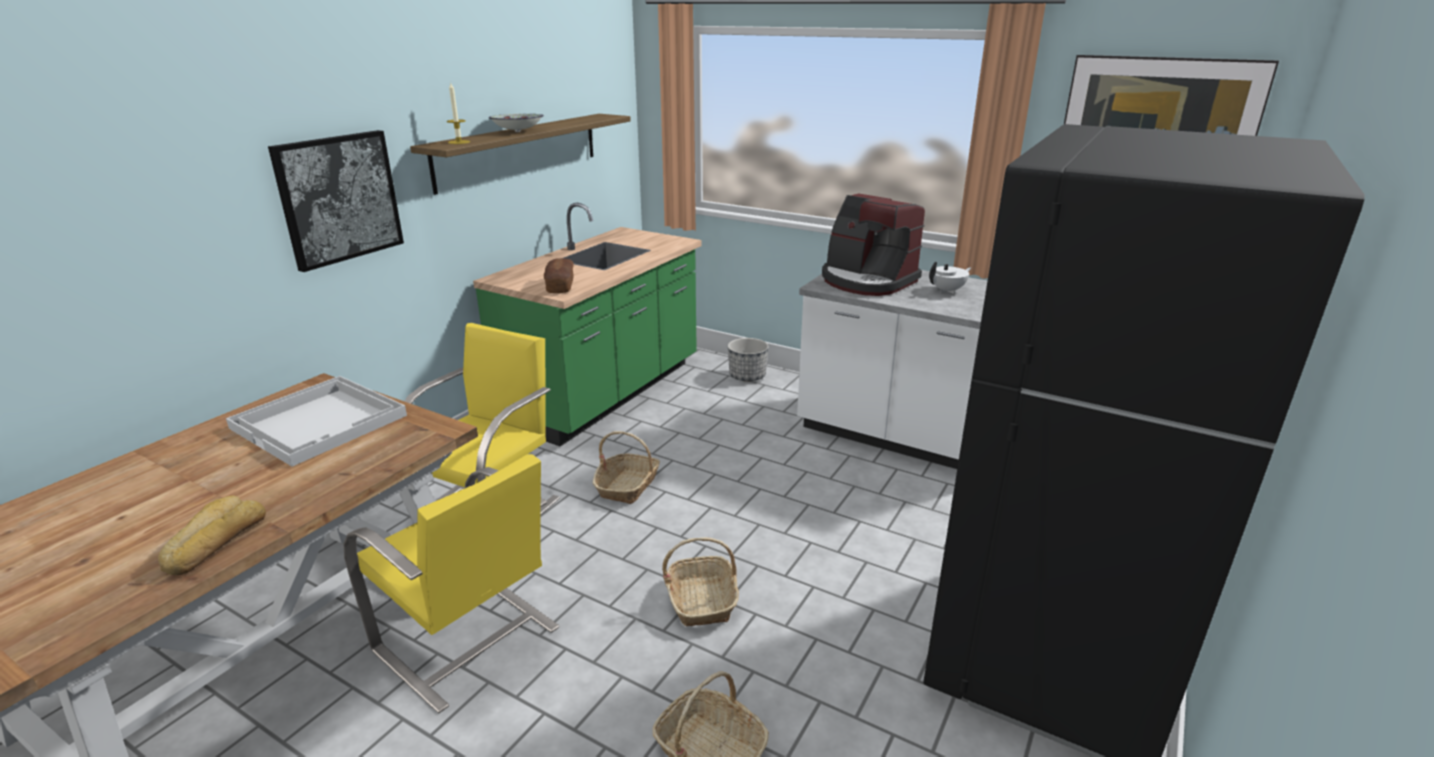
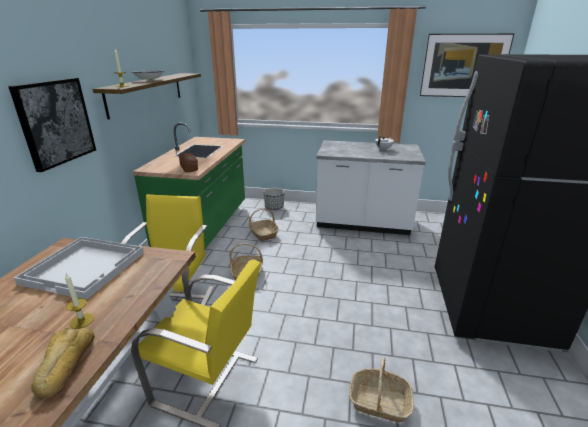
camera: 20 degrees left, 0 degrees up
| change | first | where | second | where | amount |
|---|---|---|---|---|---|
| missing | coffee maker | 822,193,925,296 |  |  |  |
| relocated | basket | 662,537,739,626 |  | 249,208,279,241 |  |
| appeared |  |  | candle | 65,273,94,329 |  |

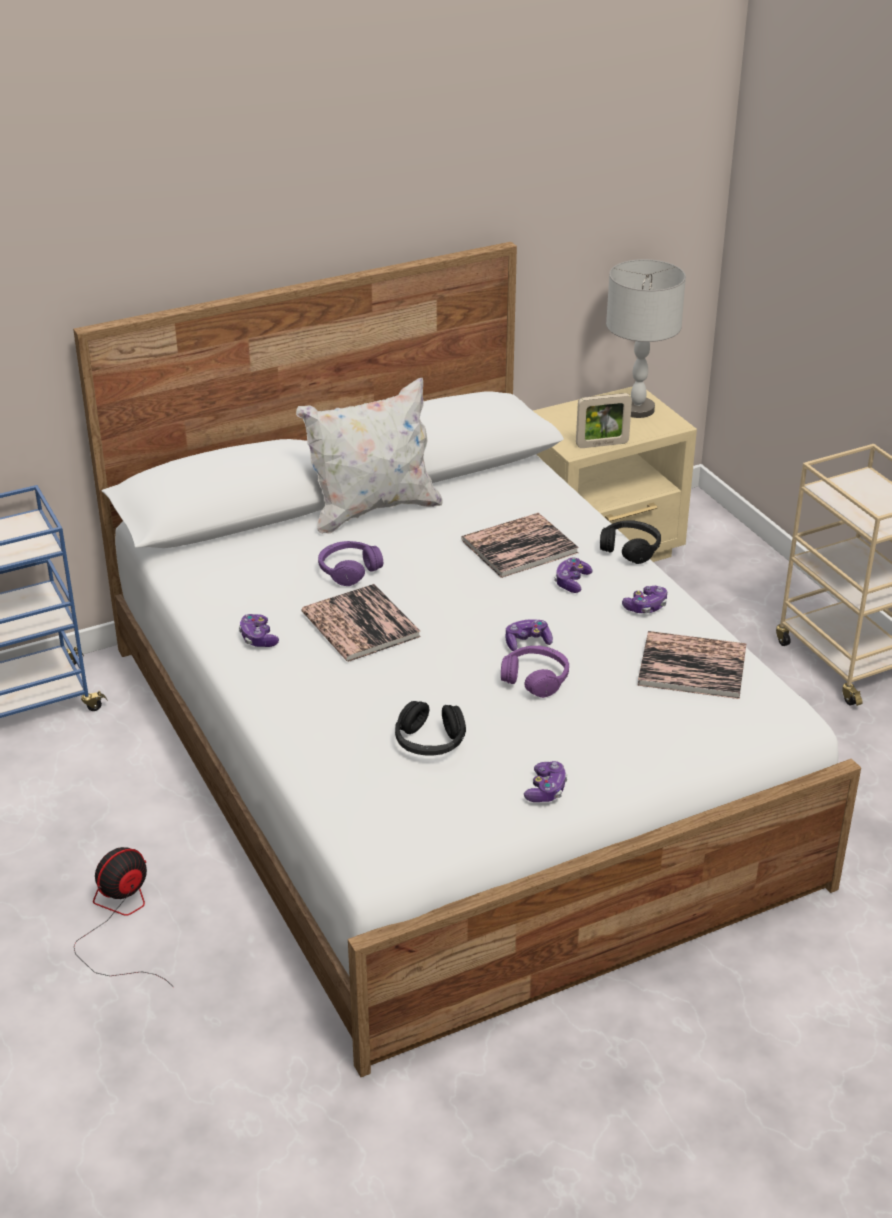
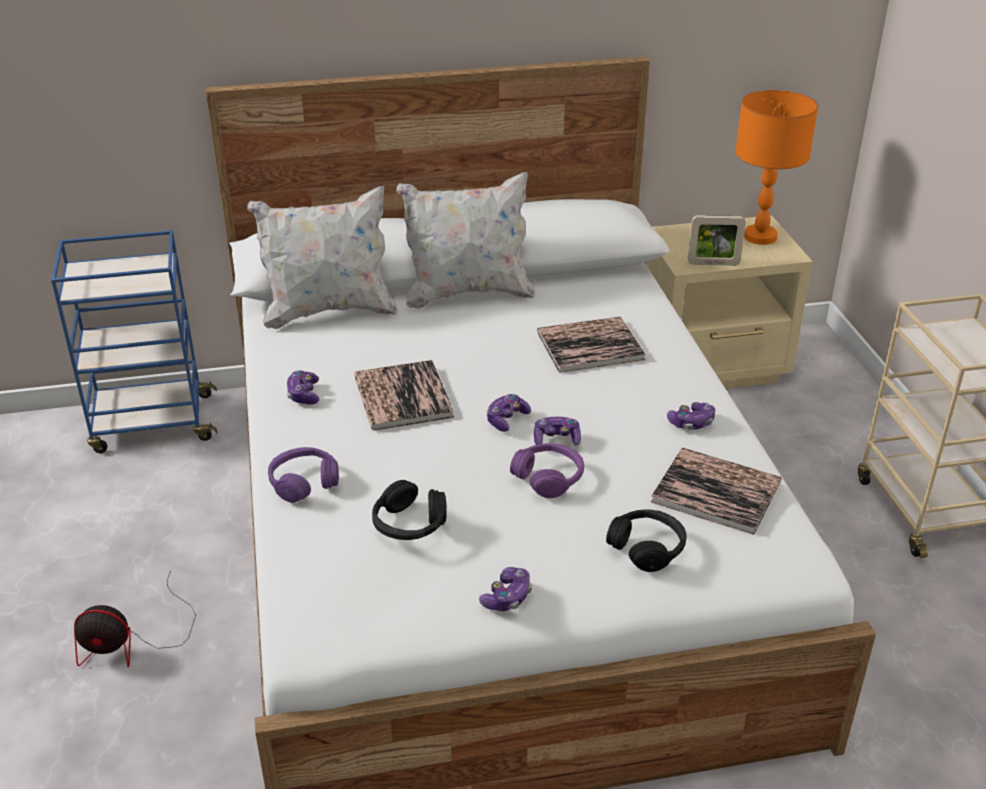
camera: 15 degrees right, 0 degrees up
| change | first | where | second | where | amount |
|---|---|---|---|---|---|
| colour | tabletop lamp (grey) | 606,259,686,418 | tabletop lamp (orange) | 735,90,818,245 |  |
| relocated | pair of headphones (blackish) | 600,521,661,564 |  | 606,509,686,572 |  |
| relocated | pair of headphones (purplish) | 318,541,383,586 |  | 268,447,339,503 |  |
| relocated | joypad | 554,557,593,593 |  | 486,394,531,432 |  |
| spun | electric fan | 74,847,173,987 |  | 74,571,196,667 | 150 degrees counterclockwise |
| appeared |  |  | pillow (white-coloured) | 247,186,398,329 |  |

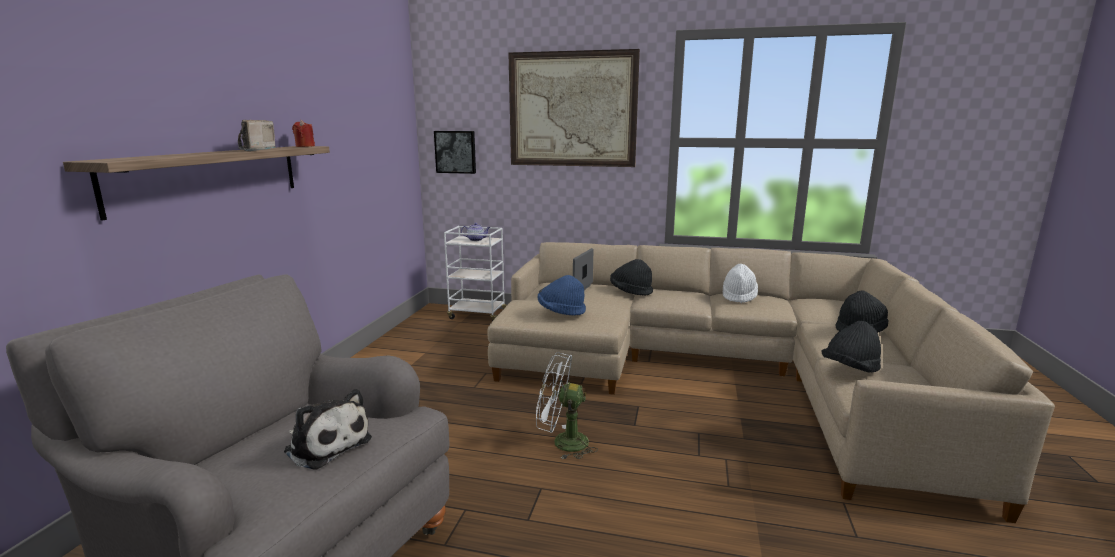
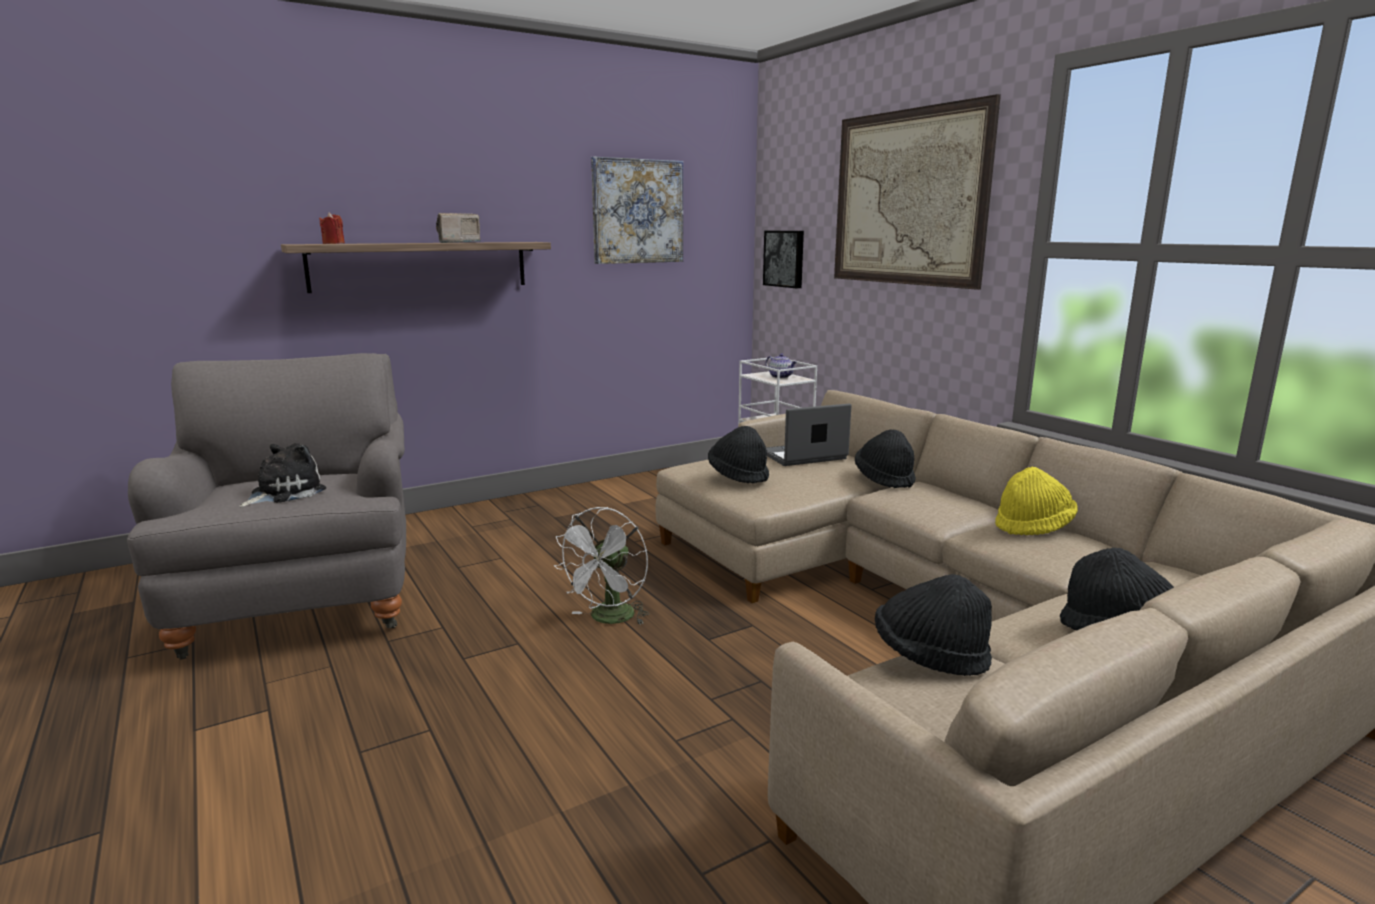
camera: 45 degrees right, 0 degrees up
| change | first | where | second | where | amount |
|---|---|---|---|---|---|
| relocated | candle (red-coloured) | 292,120,315,147 |  | 319,212,345,244 |  |
| colour | wearable hat (white-coloured) | 723,264,758,303 | wearable hat (yellowish) | 995,467,1078,535 |  |
| colour | wearable hat (blue) | 538,275,586,315 | wearable hat (blackish) | 708,426,769,484 |  |
| spun | electric fan (white-coloured) | 536,352,598,459 |  | 554,507,649,625 | 120 degrees counterclockwise |
| spun | cuddly toy | 284,389,372,470 |  | 239,443,326,507 | 135 degrees counterclockwise |
| appeared |  |  | wall art | 591,157,683,264 |  |

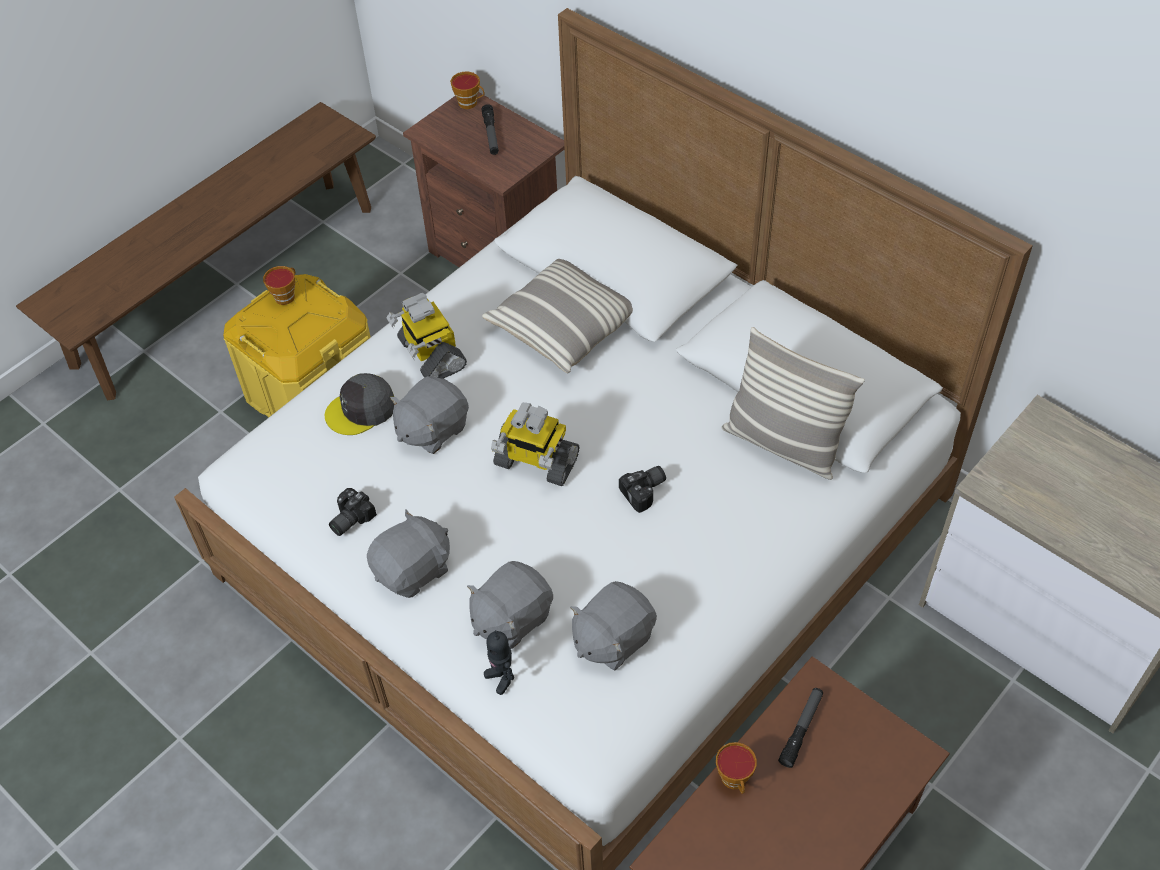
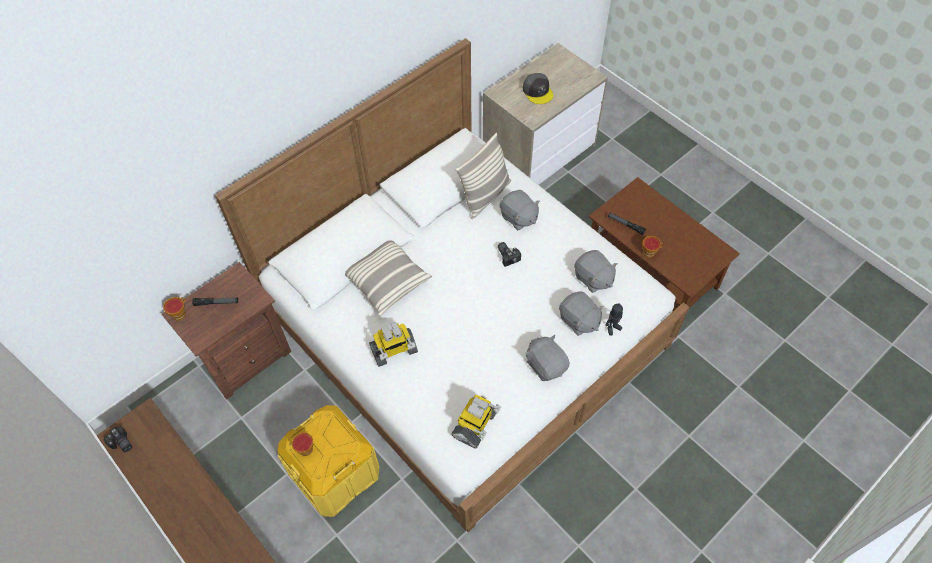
camera: 85 degrees left, 5 degrees up
| change | first | where | second | where | amount |
|---|---|---|---|---|---|
| relocated | cap (grey) | 325,373,394,435 |  | 523,73,553,104 |  |
| relocated | cuddly toy (grey) | 390,376,469,454 |  | 500,190,540,230 |  |
| relocated | toy robot | 491,403,579,486 |  | 451,395,501,448 |  |
| relocated | still camera | 329,488,377,536 |  | 103,426,132,452 |  |

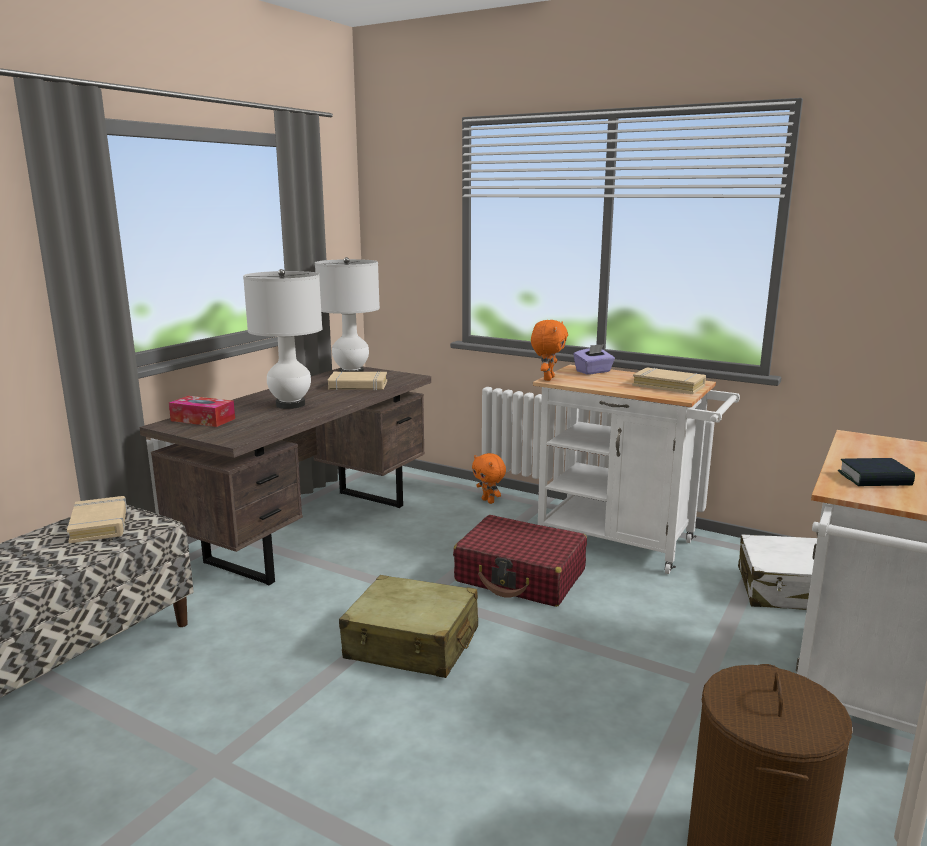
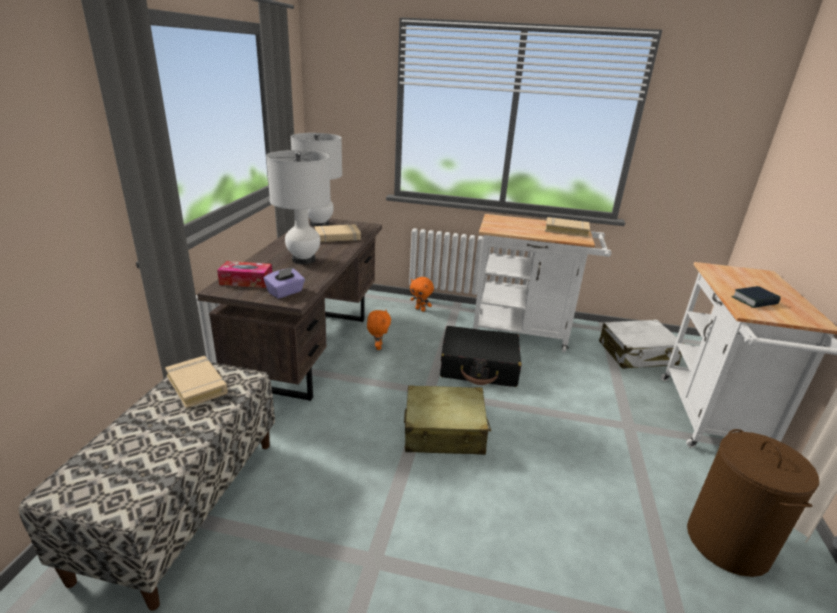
camera: 20 degrees left, 10 degrees up
| change | first | where | second | where | amount |
|---|---|---|---|---|---|
| relocated | cuddly toy (orange) | 531,320,568,381 |  | 367,310,391,350 |  |
| relocated | tissue box (purplish) | 573,344,615,375 |  | 263,267,305,299 |  |
| colour | suitcase (red-coloured) | 453,515,587,607 | suitcase (blackish) | 440,326,521,387 |  |

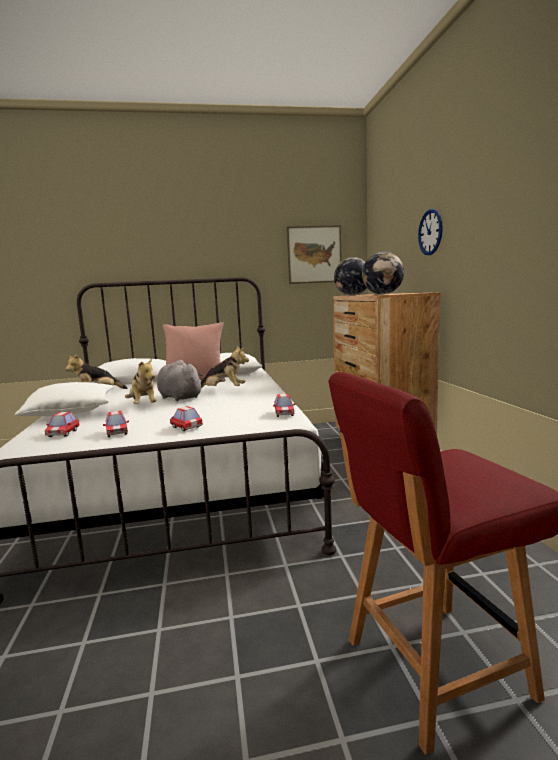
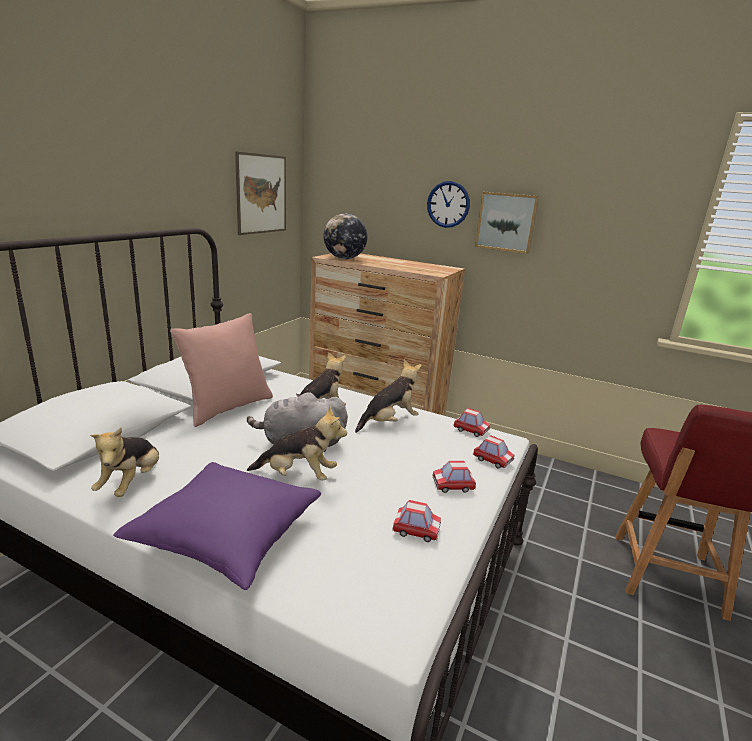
camera: 55 degrees left, 10 degrees up
| change | first | where | second | where | amount |
|---|---|---|---|---|---|
| missing | globe | 362,252,404,294 |  |  |  |
| colour | pillow (white-coloured) | 15,382,114,416 | pillow (purplish) | 113,462,321,590 |  |
| relocated | miniature car | 45,412,80,437 |  | 473,435,514,469 |  |
| appeared |  |  | wall art | 475,192,539,254 |  |
| appeared |  |  | cuddly toy | 355,360,421,433 |  |

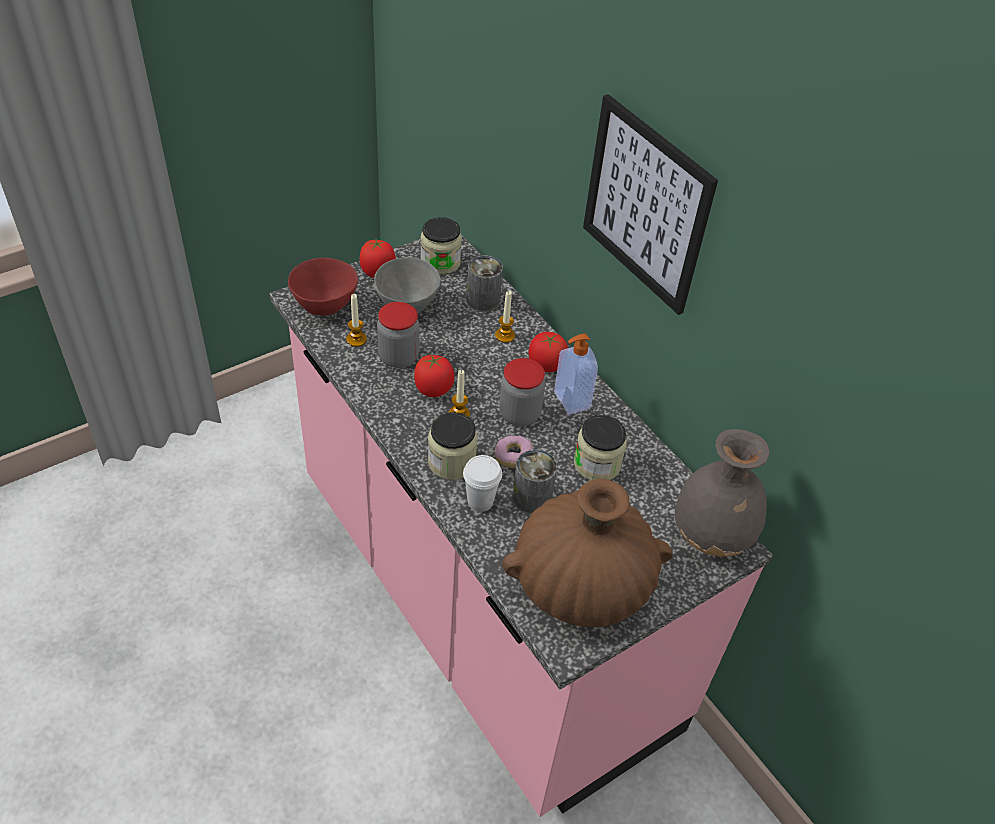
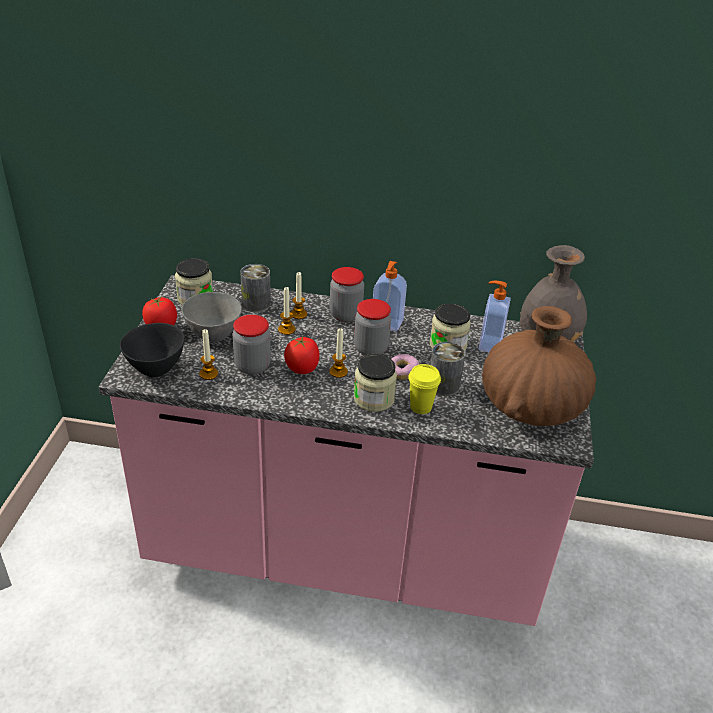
camera: 45 degrees left, 10 degrees down
| change | first | where | second | where | amount |
|---|---|---|---|---|---|
| missing | wall art | 583,94,718,315 |  |  |  |
| colour | bowl (red-coloured) | 288,258,358,316 | bowl (blackish) | 120,323,185,378 |  |
| exchanged | fresh tomato | 529,332,568,372 | jar | 330,267,364,322 |  |
| colour | small cup (white-coloured) | 463,455,502,512 | small cup (yellowish) | 408,364,441,414 |  |
| appeared |  |  | soap dispenser | 479,281,511,352 |  |
| appeared |  |  | candle | 278,287,295,335 |  |

